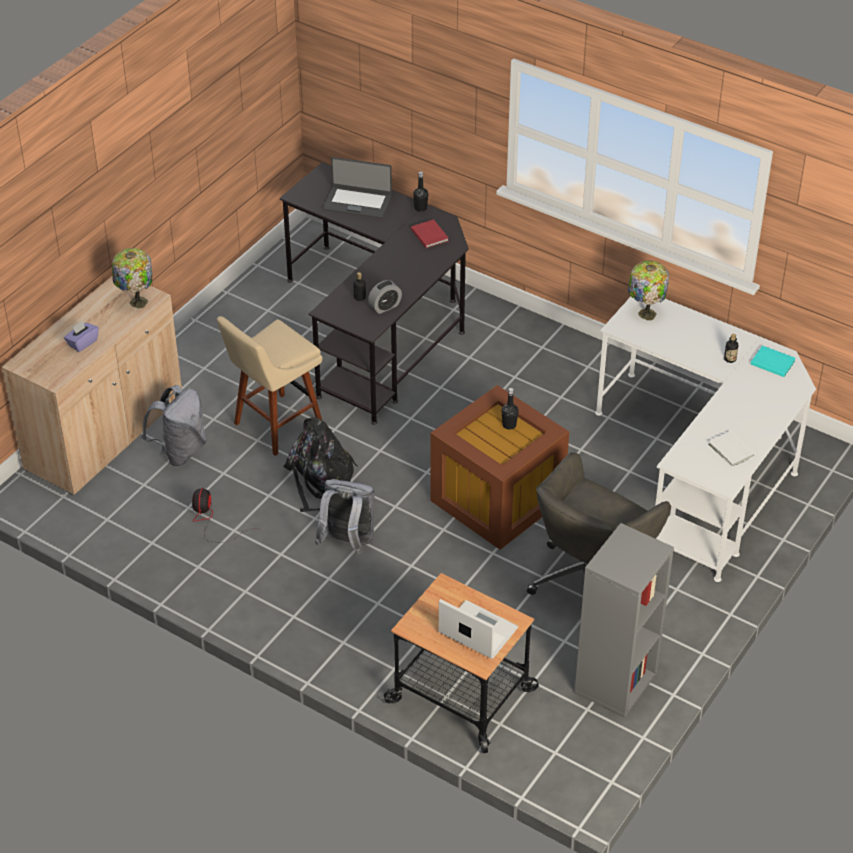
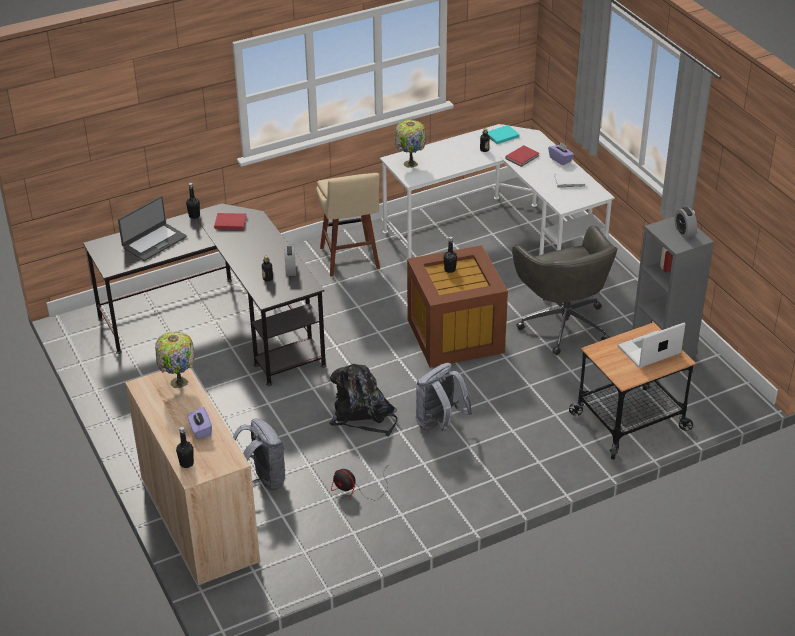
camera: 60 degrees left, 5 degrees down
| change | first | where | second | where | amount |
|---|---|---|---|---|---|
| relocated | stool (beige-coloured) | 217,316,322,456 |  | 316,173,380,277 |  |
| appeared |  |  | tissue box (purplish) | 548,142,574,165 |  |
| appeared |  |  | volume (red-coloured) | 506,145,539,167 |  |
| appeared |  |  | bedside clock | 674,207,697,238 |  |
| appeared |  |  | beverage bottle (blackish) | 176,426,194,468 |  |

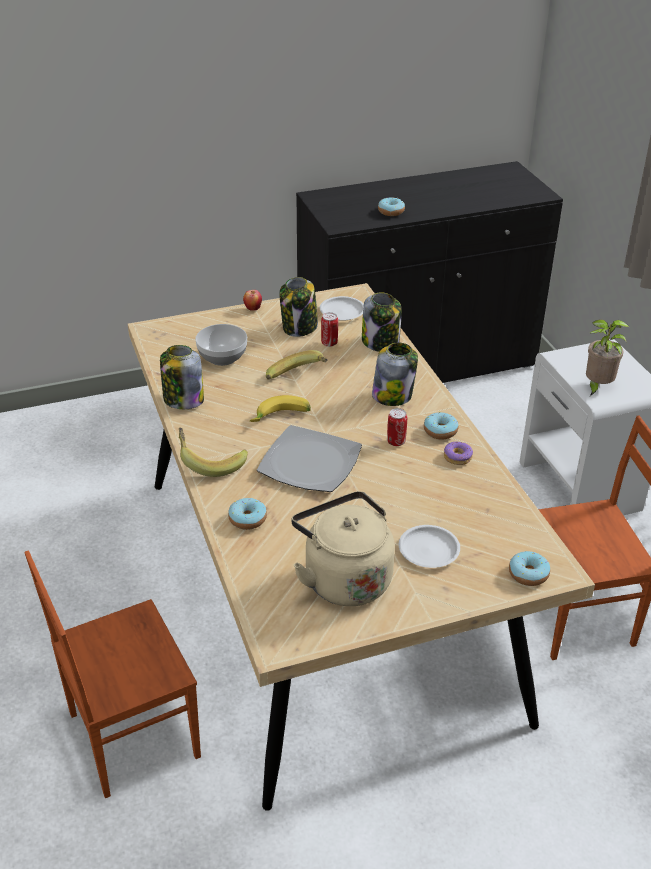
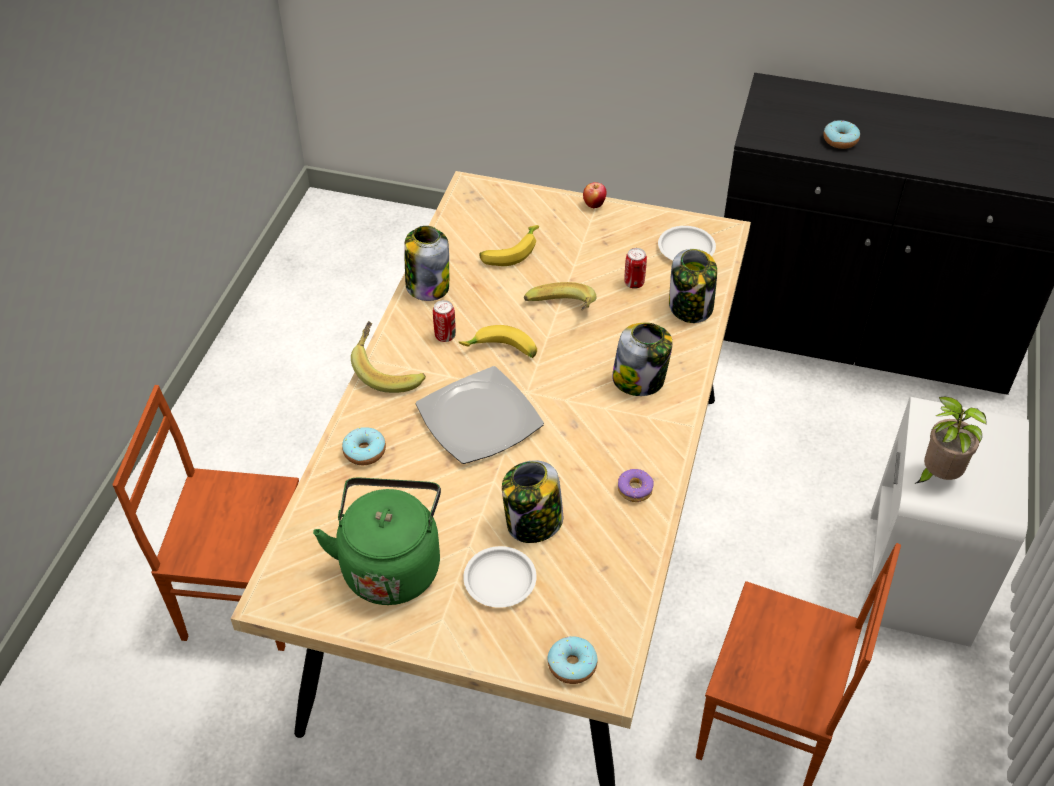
camera: 35 degrees right, 10 degrees up
| change | first | where | second | where | amount |
|---|---|---|---|---|---|
| relocated | jar | 279,277,318,337 |  | 502,460,563,543 |  |
| exchanged | bowl | 195,324,247,366 | whole banana | 479,225,539,266 |  |
| relocated | sealed can | 387,408,407,446 |  | 433,300,456,342 |  |
| missing | doughnut | 424,412,458,439 |  |  |  |
| colour | kettle (beige-coloured) | 291,491,395,606 | kettle (green-coloured) | 313,478,441,605 |  |

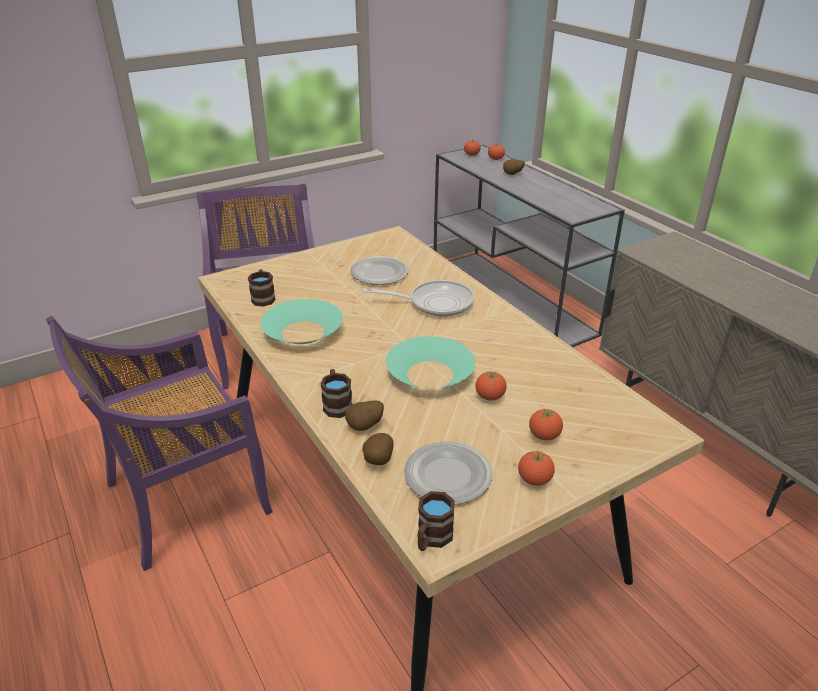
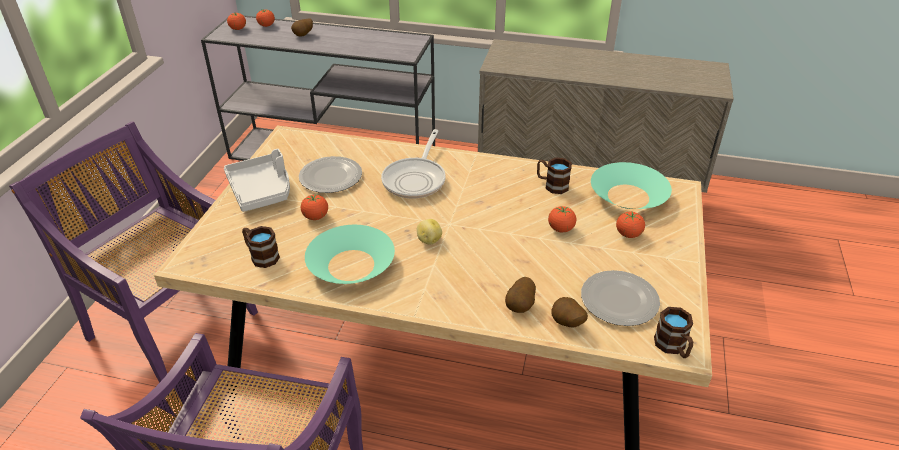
camera: 45 degrees left, 5 degrees up
| change | first | where | second | where | amount |
|---|---|---|---|---|---|
| spun | pan | 363,280,474,317 |  | 381,129,446,199 | 150 degrees clockwise |
| relocated | bowl (blue-green) | 386,336,475,388 |  | 591,162,672,209 |  |
| relocated | coffee mug (brown-coloured) | 321,369,352,418 |  | 537,157,572,194 |  |
| relocated | fresh tomato | 518,451,555,486 |  | 301,194,328,220 |  |
| appeared |  |  | tray (grey) | 224,149,290,212 |  |
| appeared |  |  | potato | 417,219,442,245 |  |

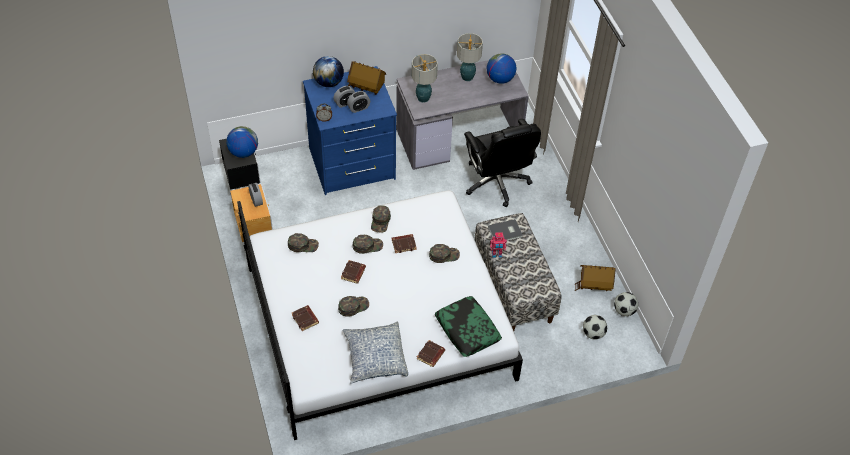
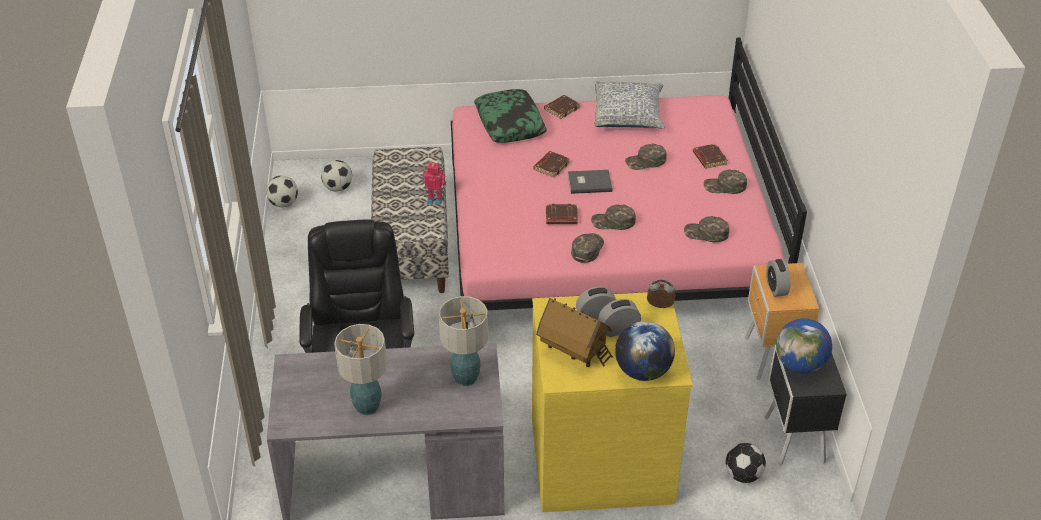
camera: 165 degrees left, 10 degrees down
| change | first | where | second | where | amount |
|---|---|---|---|---|---|
| missing | globe | 487,53,517,84 |  |  |  |
| colour | drawer chest (blue) | 303,66,397,195 | drawer chest (yellowish) | 532,292,693,512 |  |
| colour | sleeping bed (white-coloured) | 237,190,523,440 | sleeping bed (pink-coloured) | 451,38,807,329 |  |
| relocated | volume (grey) | 488,219,523,241 |  | 568,170,612,194 |  |
| relocated | cap (green-coloured) | 429,244,460,263 |  | 704,169,747,194 |  |
| relocated | volume (brown-coloured) | 341,260,366,284 |  | 533,151,570,178 |  |
| missing | toy house | 575,265,616,291 |  |  |  |
| appeared |  |  | ball for football | 726,443,766,483 |  |

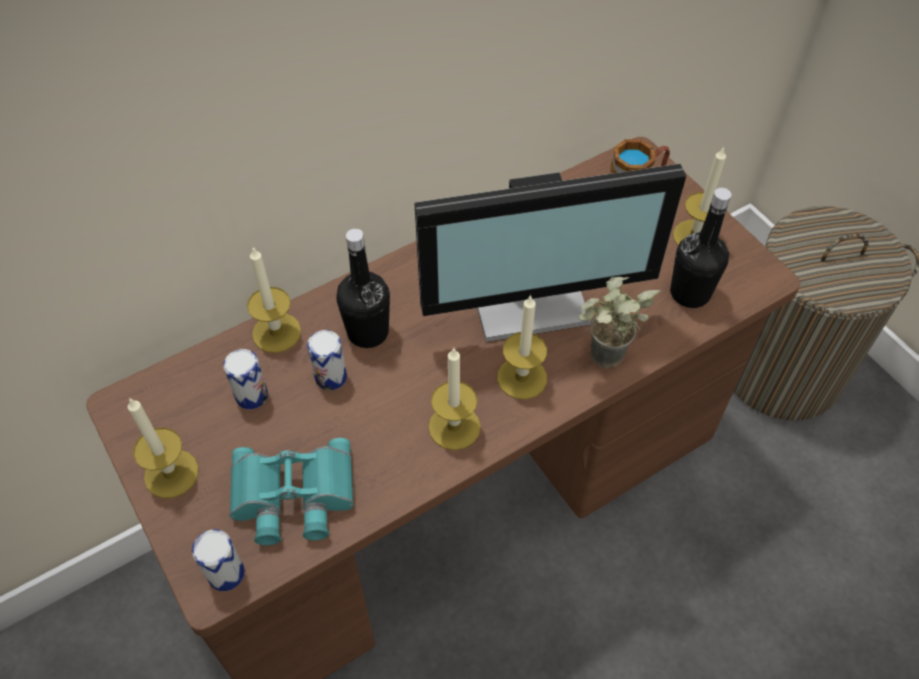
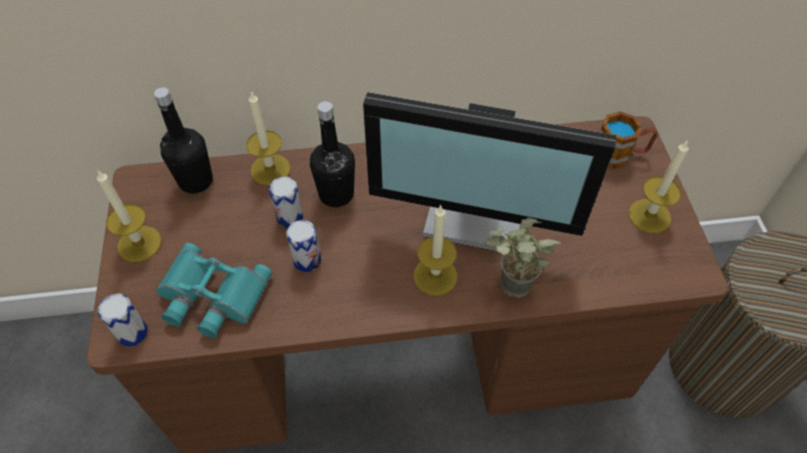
camera: 25 degrees right, 0 degrees up
| change | first | where | second | where | amount |
|---|---|---|---|---|---|
| relocated | beverage bottle (blackish) | 670,188,731,308 |  | 154,87,213,194 |  |
| missing | candle | 428,348,481,450 |  |  |  |
| relocated | sealed can | 223,349,268,409 |  | 286,220,321,272 |  |

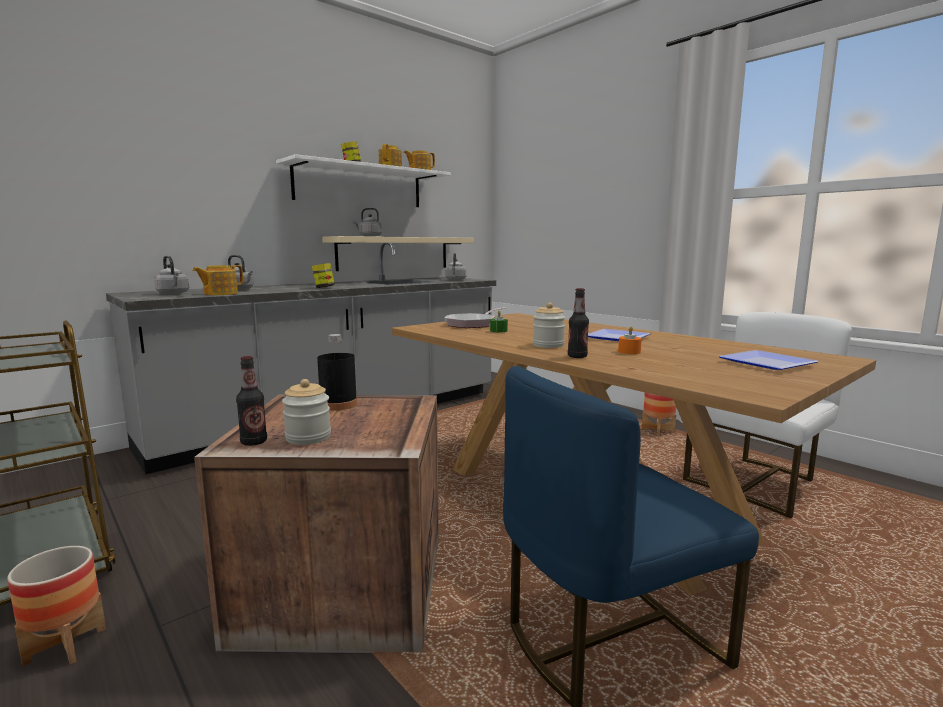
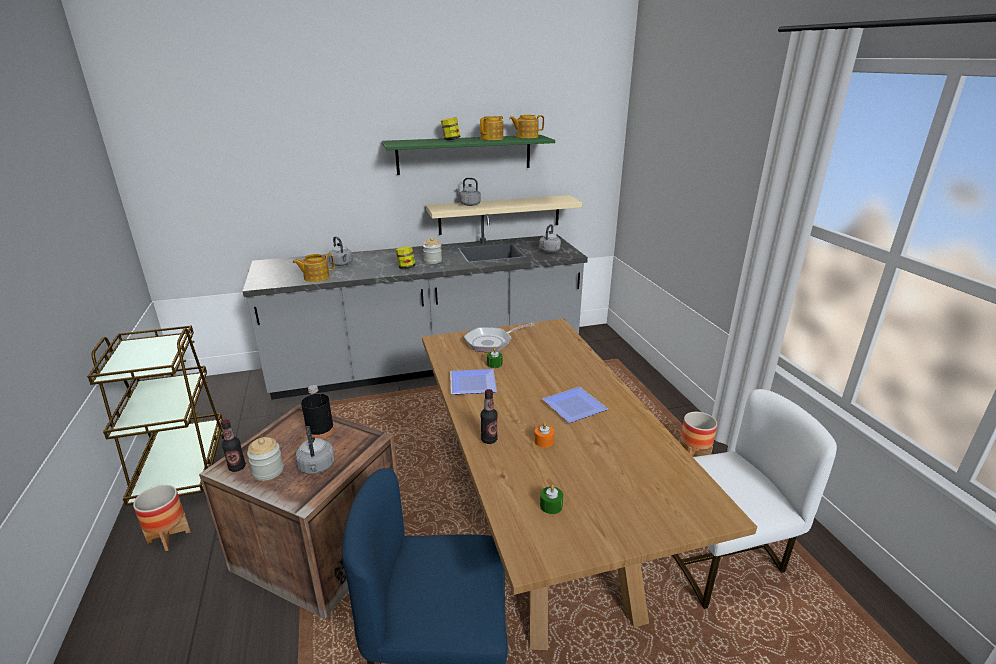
camera: 25 degrees right, 15 degrees up
| change | first | where | second | where | amount |
|---|---|---|---|---|---|
| colour | bracket shelf (white-coloured) | 276,154,451,207 | bracket shelf (green-coloured) | 382,135,555,175 |  |
| relocated | kettle (grey) | 154,256,189,294 |  | 295,426,335,474 |  |
| relocated | jar | 533,302,565,348 |  | 423,237,442,264 |  |
| relocated | flat dish | 719,350,819,370 |  | 450,369,497,395 |  |
| appeared |  |  | candle (green-coloured) | 540,485,563,514 |  |

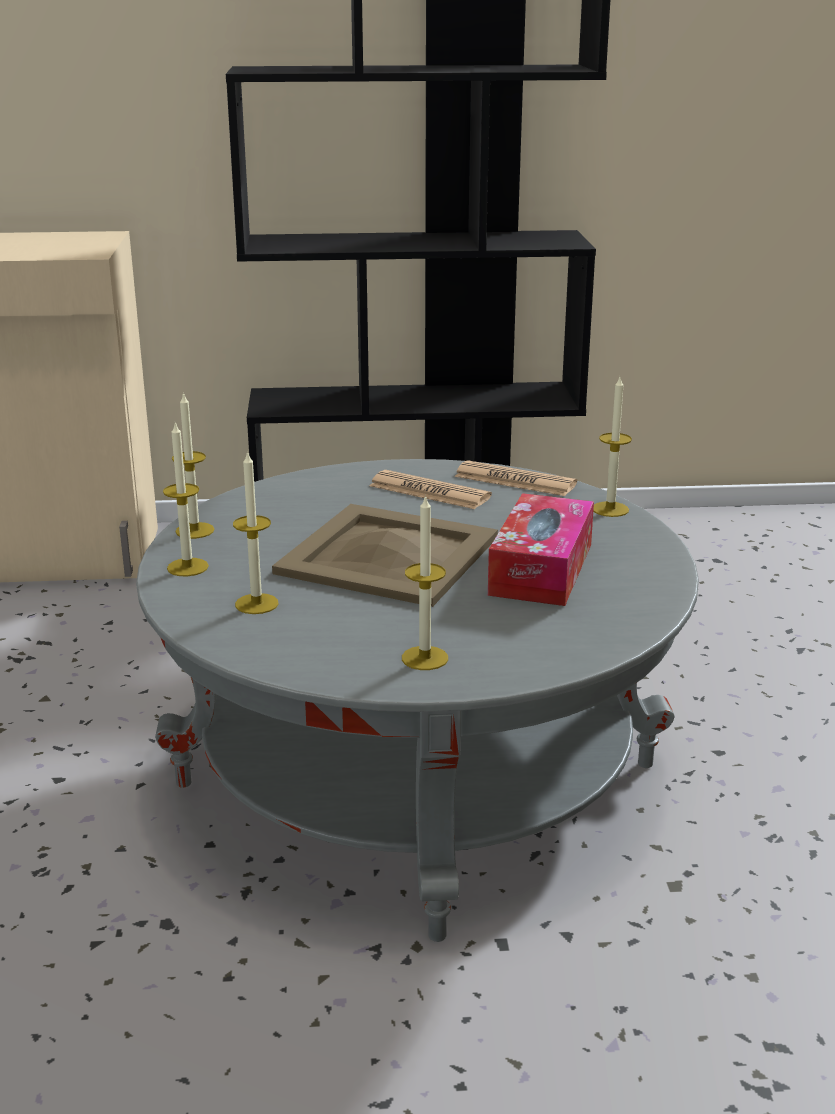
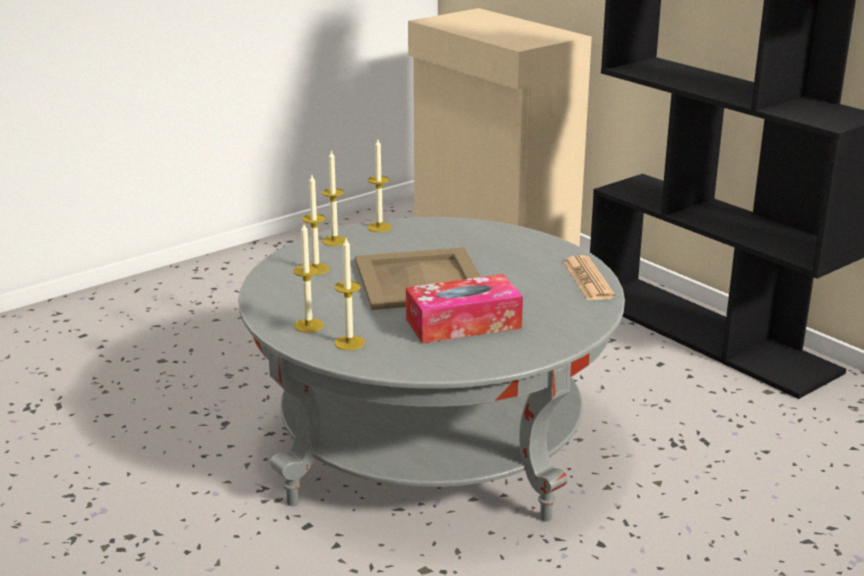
camera: 55 degrees right, 0 degrees up
| change | first | where | second | where | amount |
|---|---|---|---|---|---|
| relocated | candle | 593,377,632,517 |  | 334,238,365,350 |  |
| missing | newspaper | 369,470,492,509 |  |  |  |

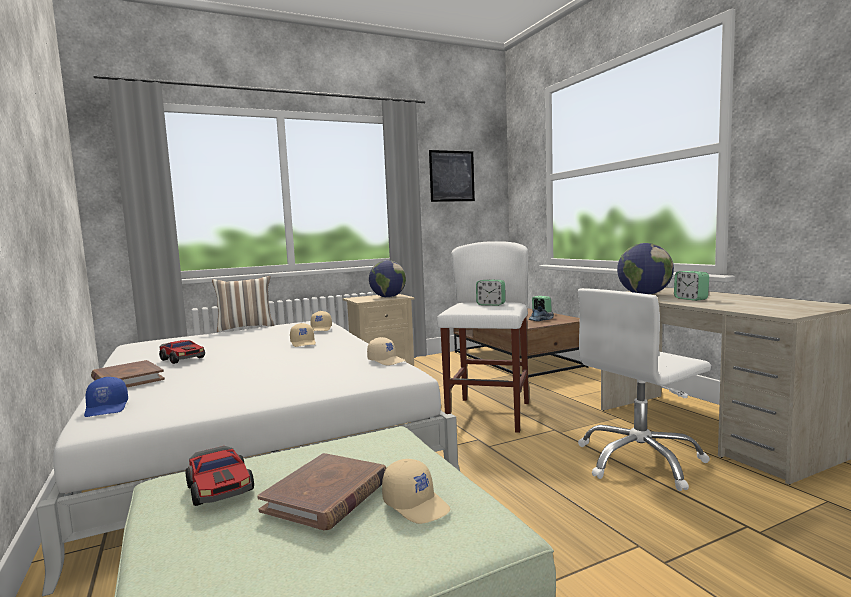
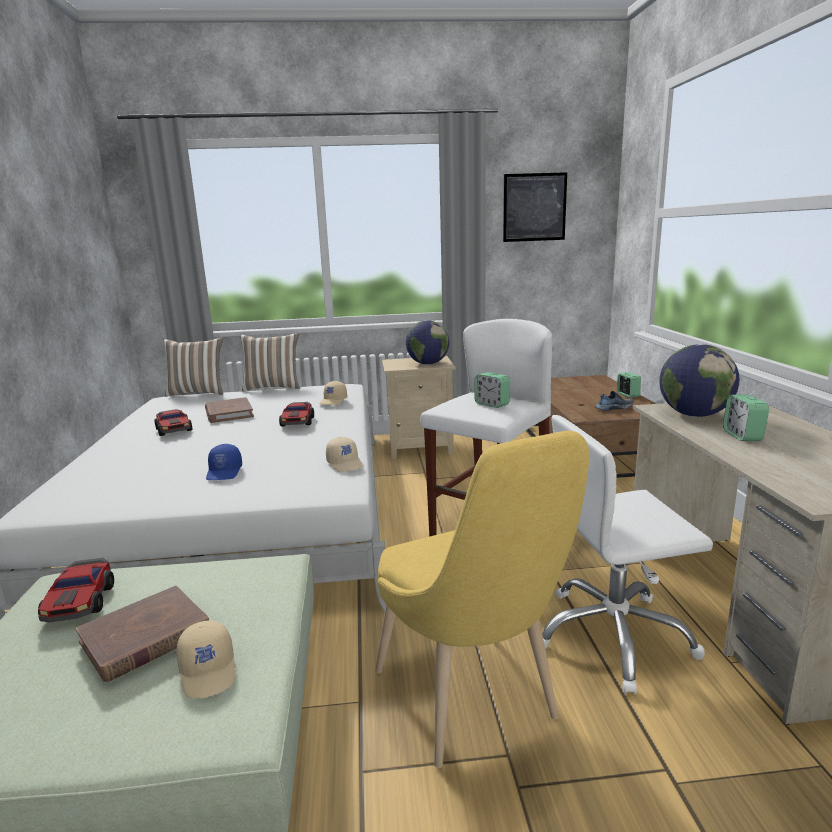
camera: 20 degrees right, 10 degrees up
| change | first | where | second | where | amount |
|---|---|---|---|---|---|
| exchanged | cap (beige-coloured) | 290,323,316,347 | miniature car | 279,402,314,426 |  |
| relocated | volume (brown-coloured) | 91,360,165,387 |  | 205,397,254,423 |  |
| relocated | cap (blue) | 84,377,128,417 |  | 206,444,242,480 |  |
| appeared |  |  | pillow | 163,337,223,397 |  |
| appeared |  |  | chair (yellowish) | 375,431,589,768 |  |

